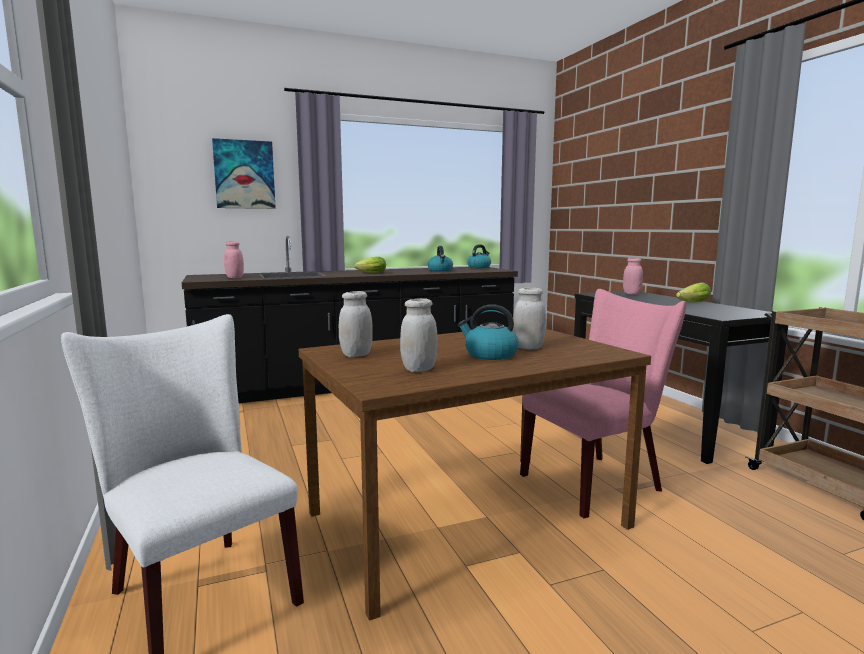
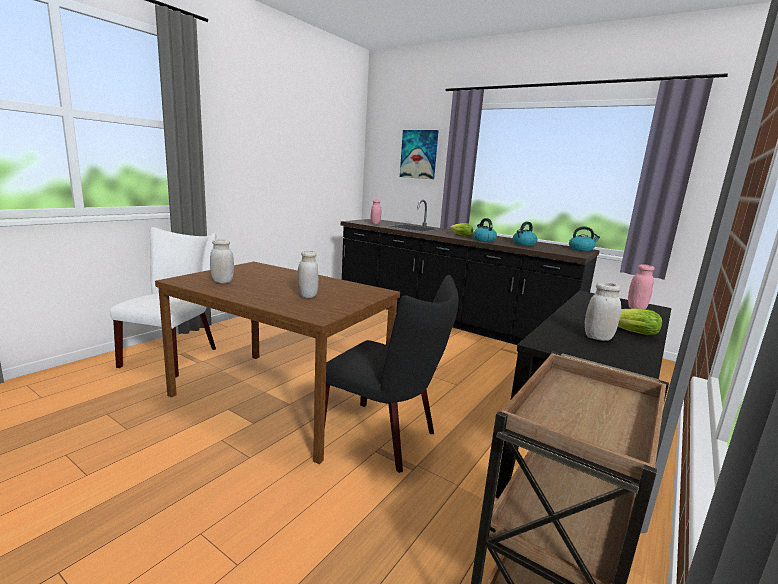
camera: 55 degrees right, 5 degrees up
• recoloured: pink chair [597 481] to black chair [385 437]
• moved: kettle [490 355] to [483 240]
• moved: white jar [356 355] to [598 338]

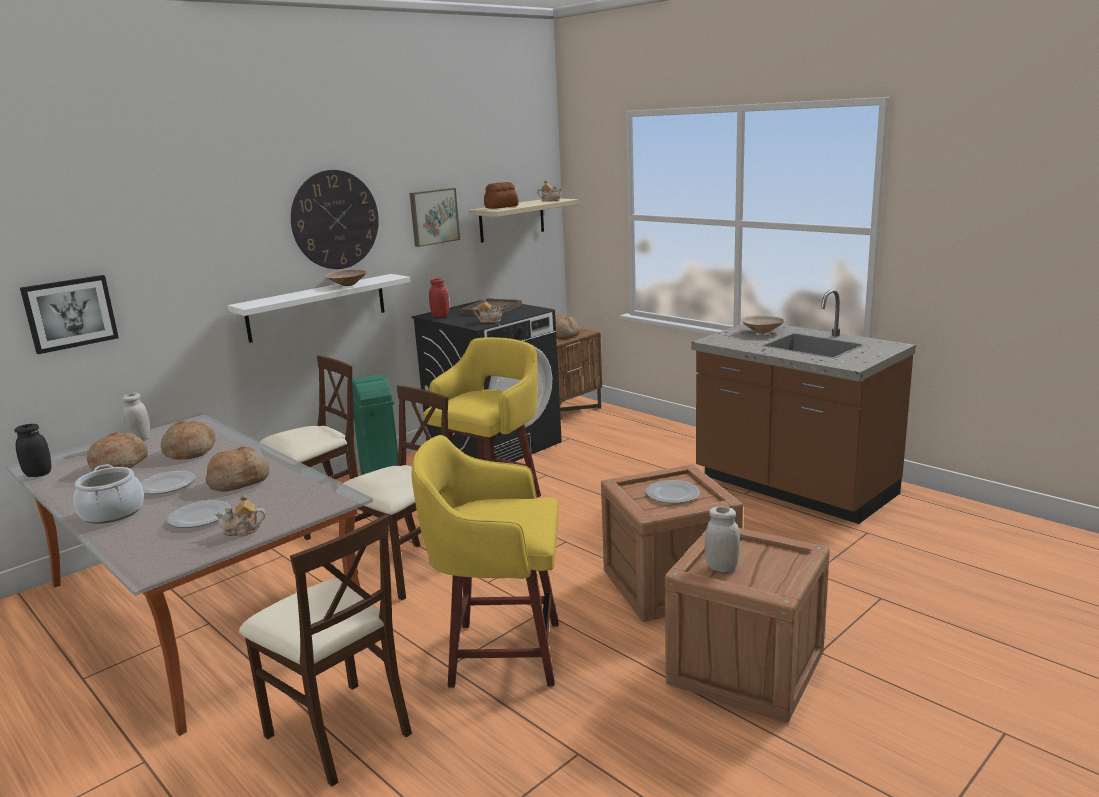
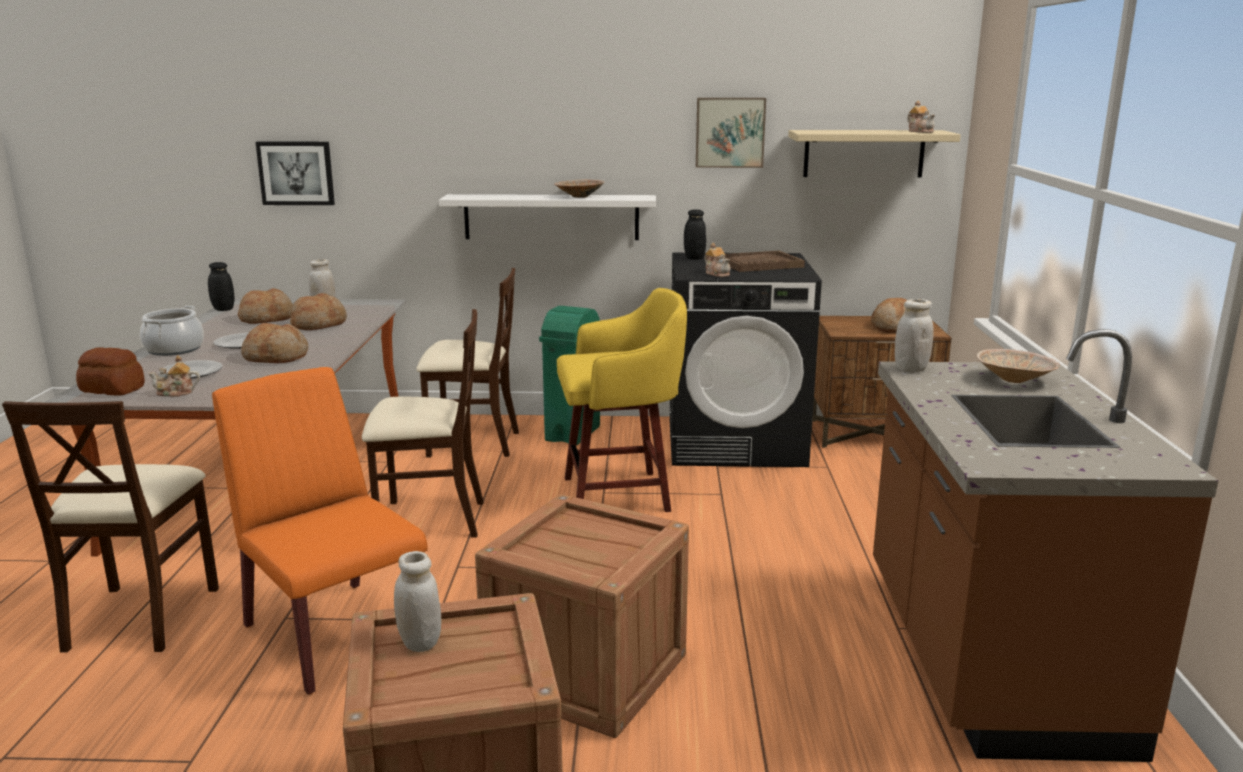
camera: 45 degrees right, 0 degrees up
• moved: bread [501 207] to [112 389]
• turned: teapot [242 531] = [176 393] 45 degrees counterclockwise
• replaced: yellow stool [500 653] to orange chair [333 634]
• recoloured: red jar [440 316] to black jar [694 258]
• added: white jar [910 369]
• removed: wall clock [335 220]
• removed: plate [673 494]

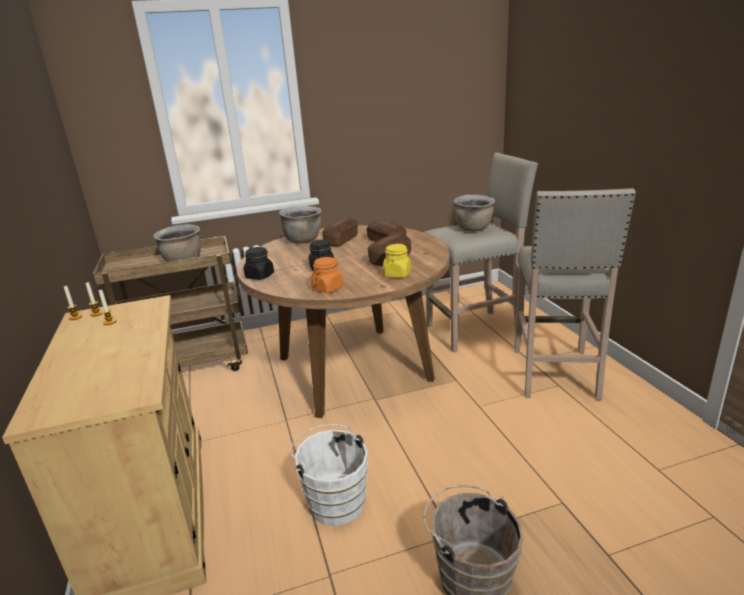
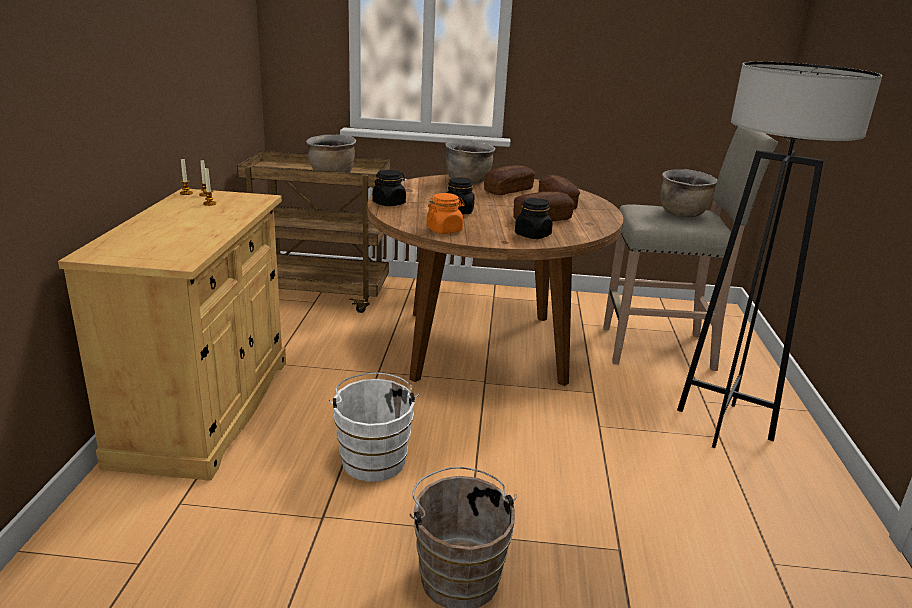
camera: 20 degrees right, 0 degrees up
• recoloured: yellow jar [397 274] to black jar [532 235]
• replaced: beige stool [555 375] to grey floor lamp [724 425]

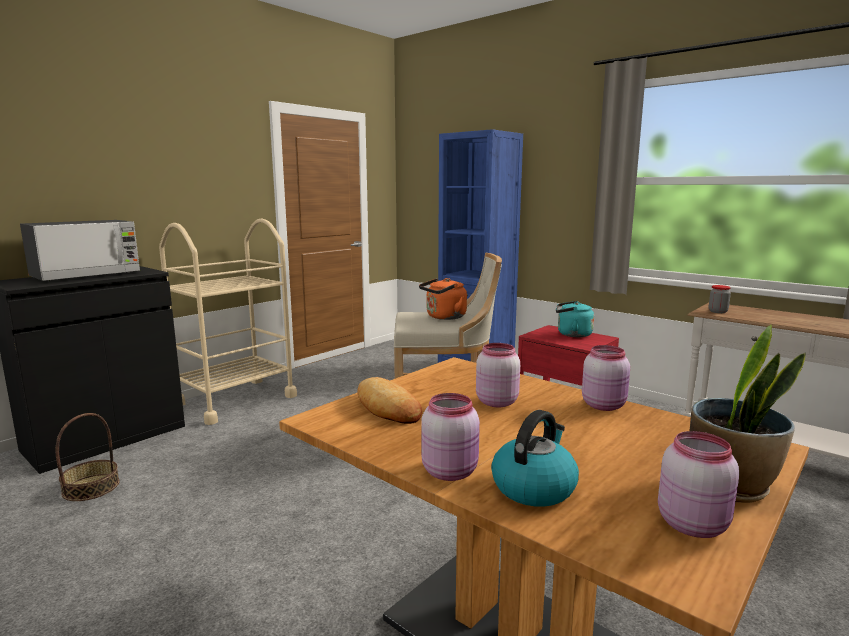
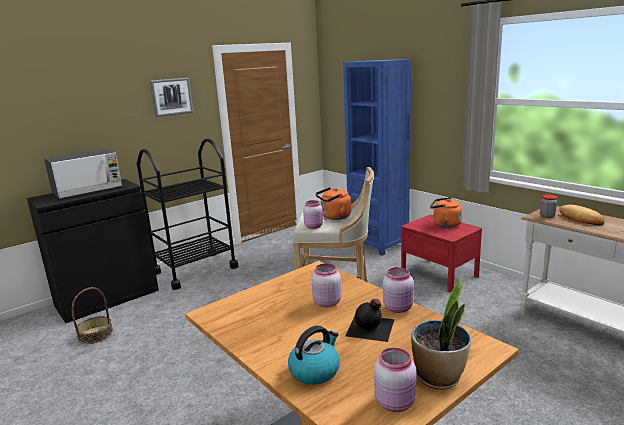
camera: 10 degrees right, 5 degrees up
• recoloured: beige cart [236 400] to black cart [195 270]
• added: picture [171 97]
• moved: pink jar [451 471] to [314 226]
• added: black bottle [371 328]
• recoloured: turquoise kettle [572 334] to orange kettle [444 224]
• moved: bread [388 407] to [580 218]

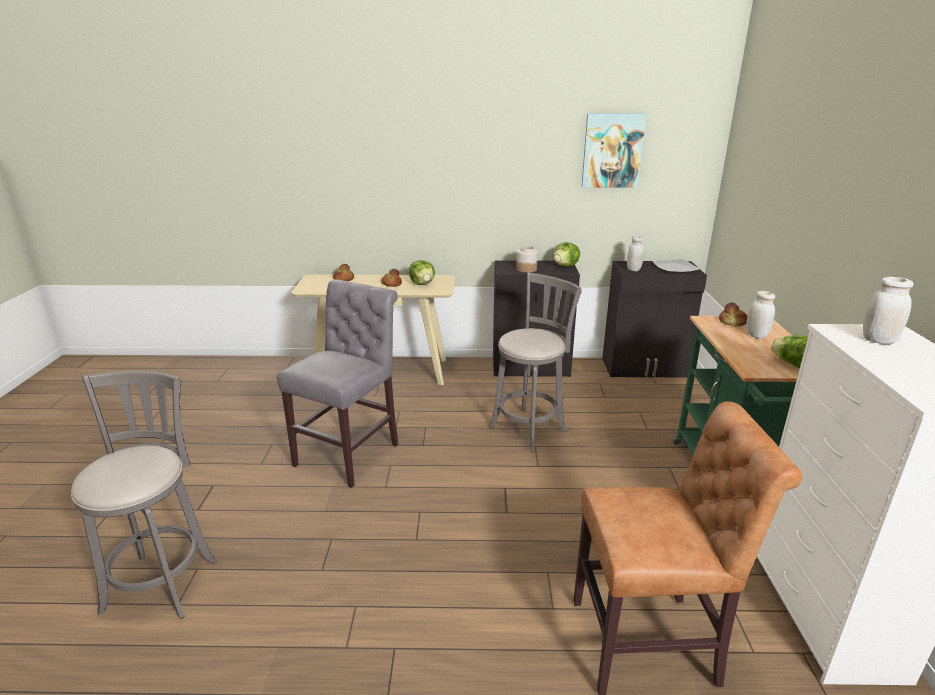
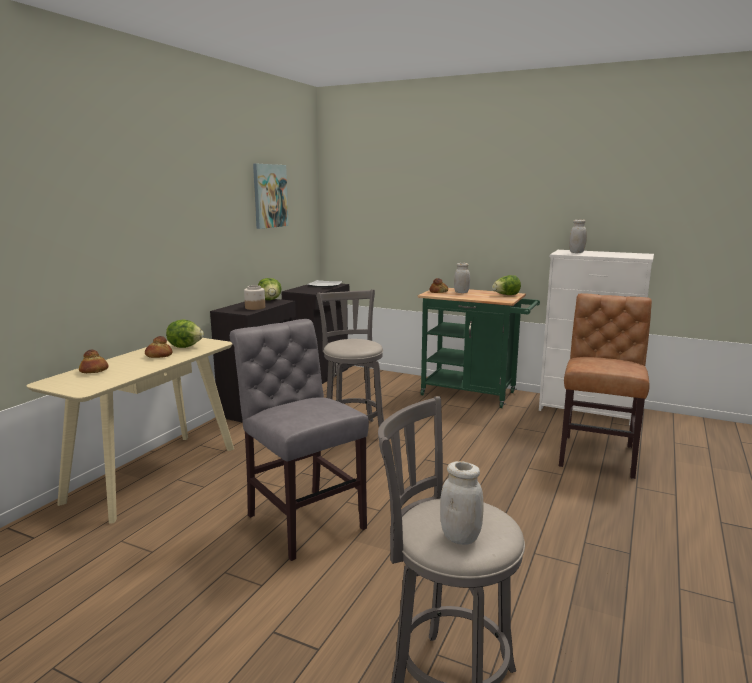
camera: 65 degrees left, 10 degrees down
• moved: white jar [633 269] to [460 537]

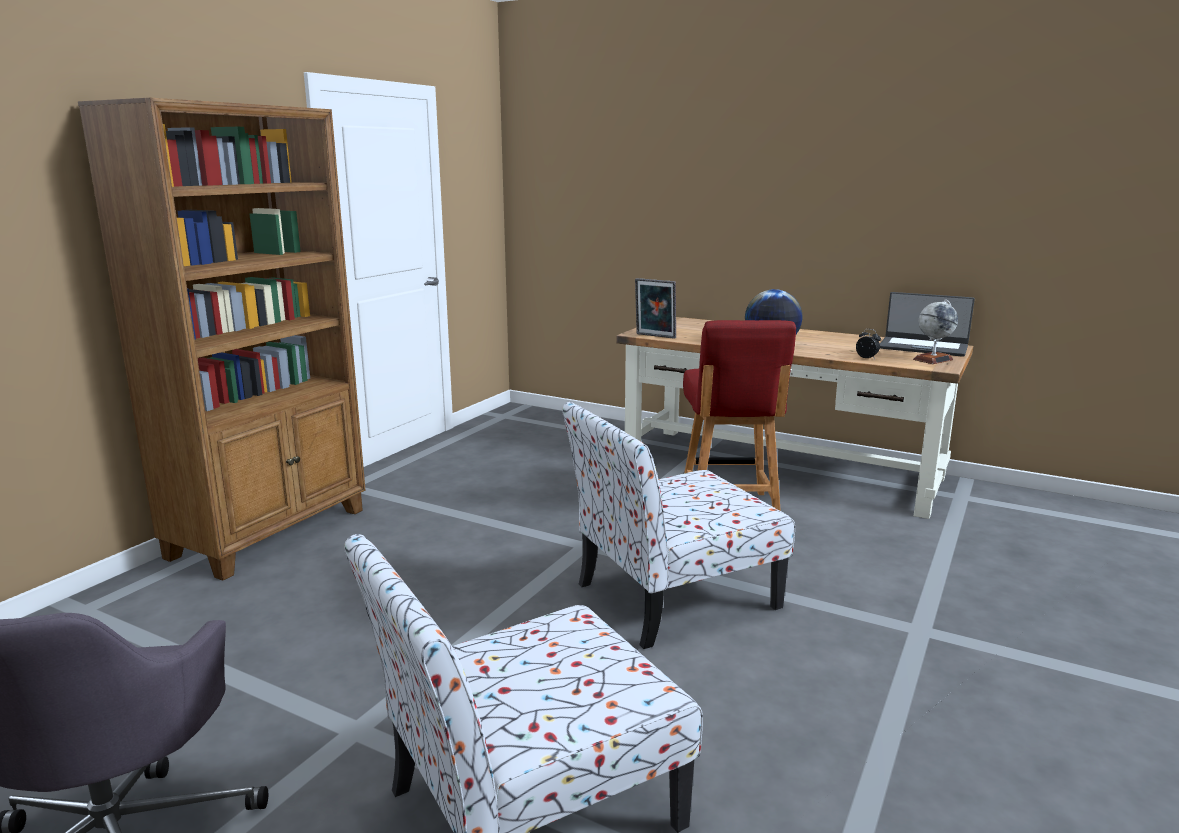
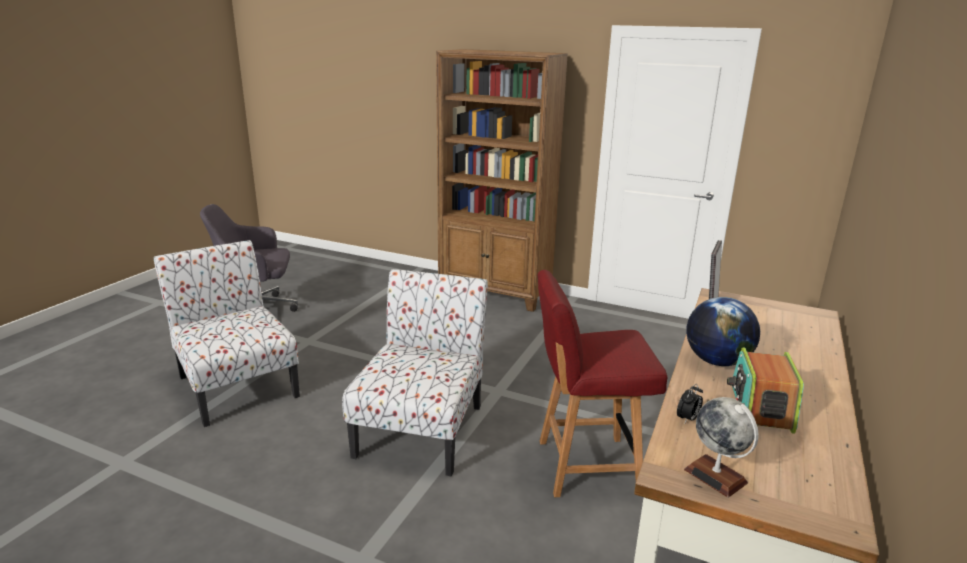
camera: 85 degrees right, 5 degrees up
• turned: chair [672 597] = [421 428] 45 degrees clockwise
• added: radio [760 407]
• removed: laptop [923 347]

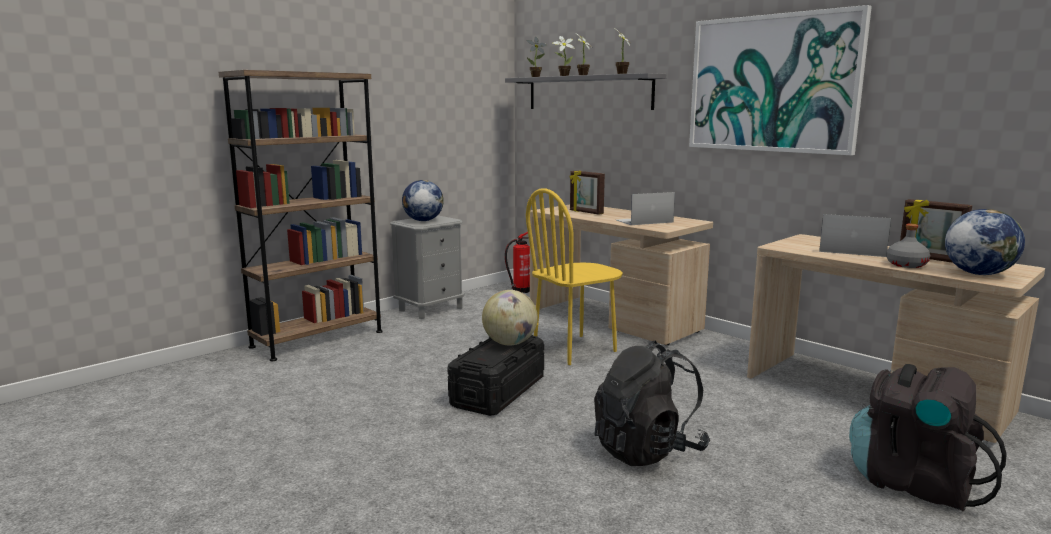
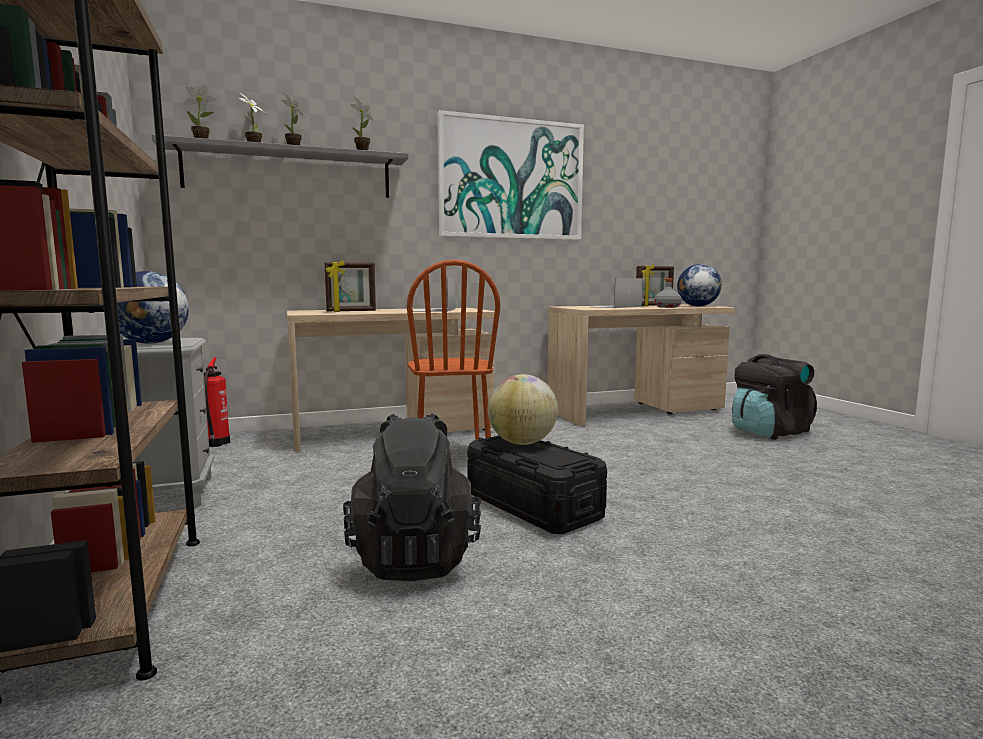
camera: 65 degrees left, 5 degrees down
• moved: black backpack [648 450] to [415 557]
• recoloured: yellow chair [574 349] to brown chair [451 457]

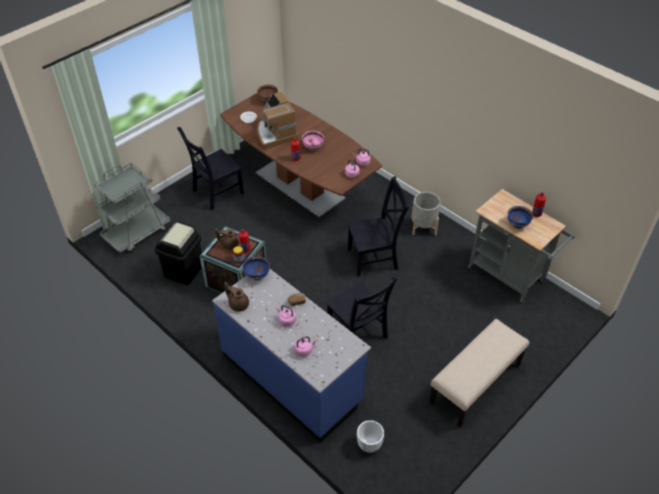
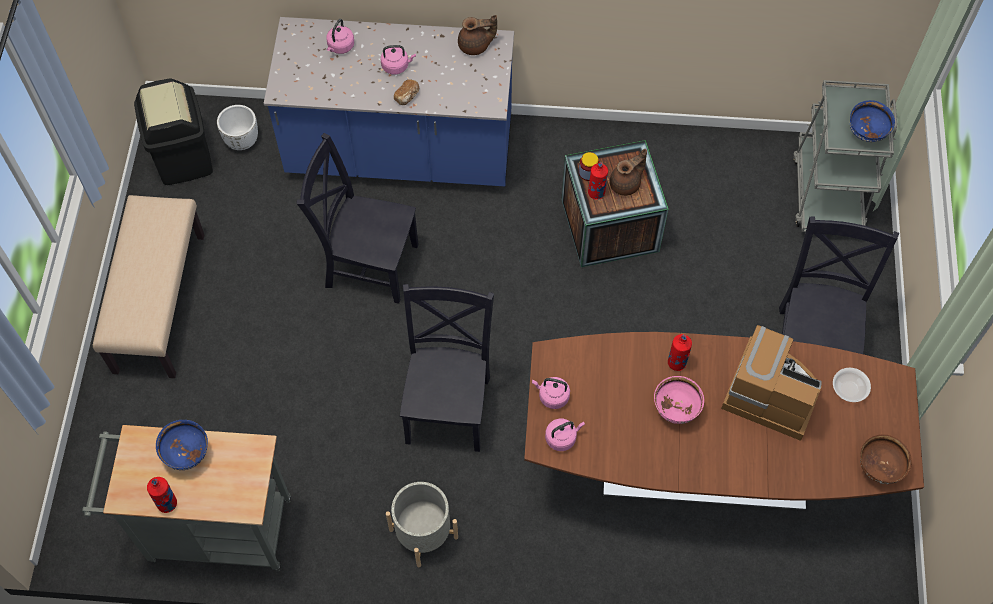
camera: 140 degrees right, 15 degrees up
• moved: black trash can [184 270] to [183 158]
• turned: black chair [375 258] = [449 406] 150 degrees clockwise
• moved: blue bowl [257 276] to [866 133]

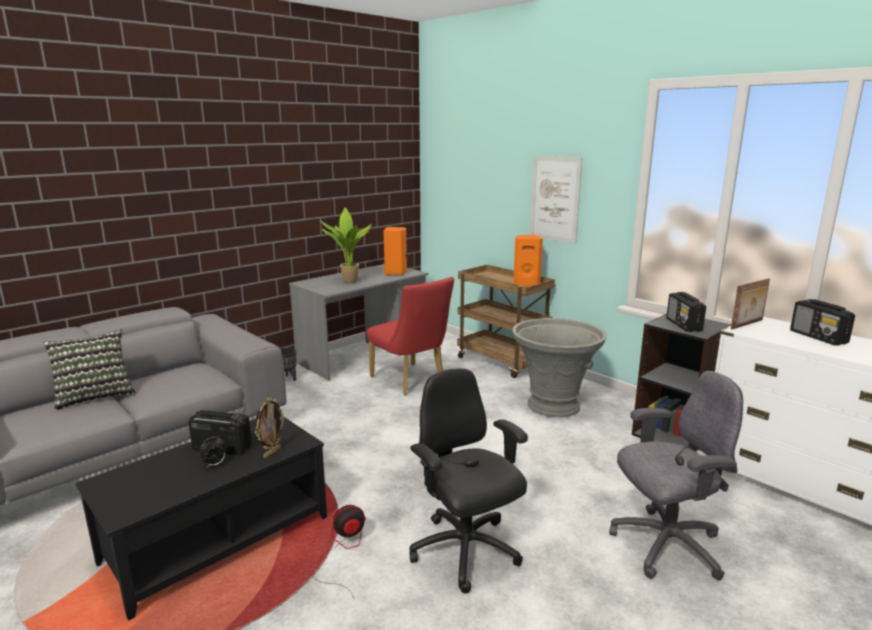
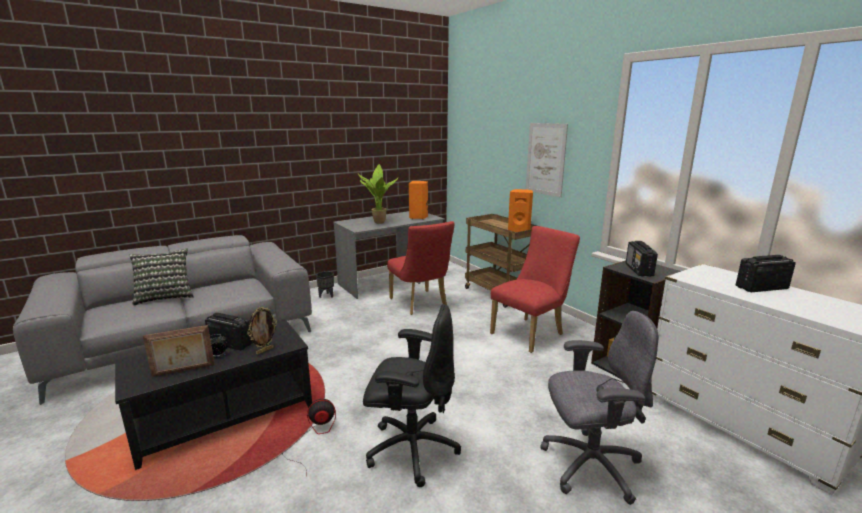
camera: 10 degrees right, 0 degrees up
• moved: picture frame [747 324] to [183 371]
• turned: black office chair [465 552] = [411 449] 120 degrees clockwise
• replaced: grey planter [553 405] to red chair [530 333]
• turned: radio [818 337] = [761 288] 90 degrees clockwise

